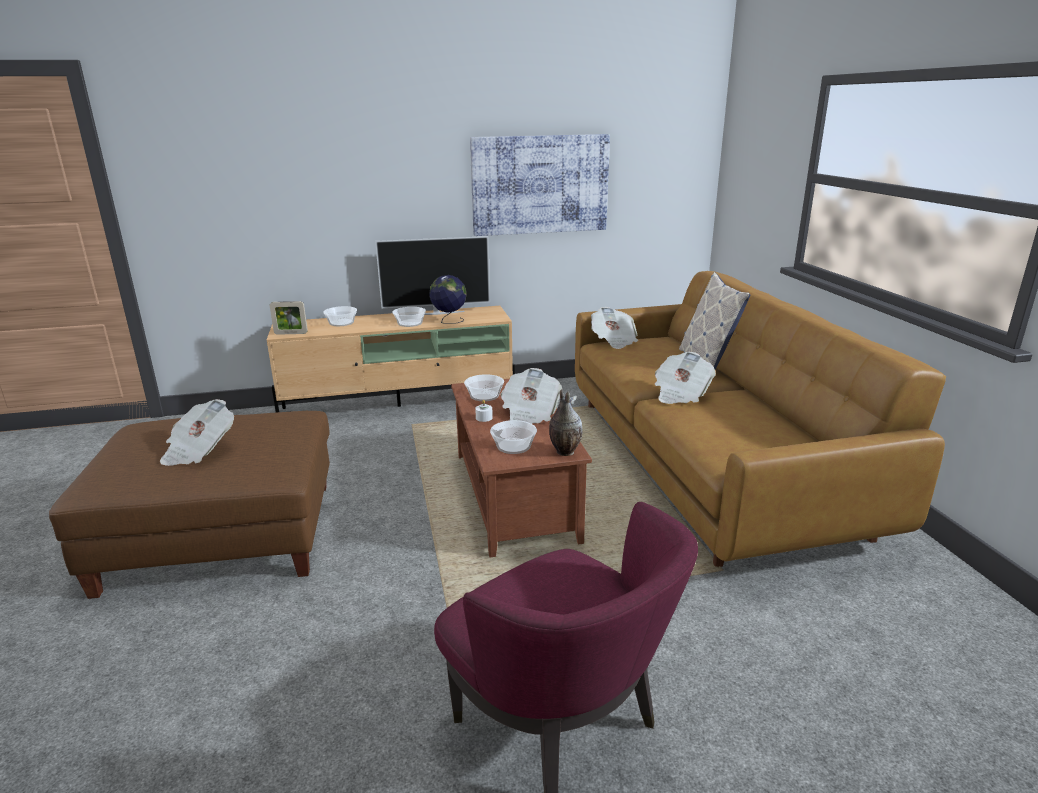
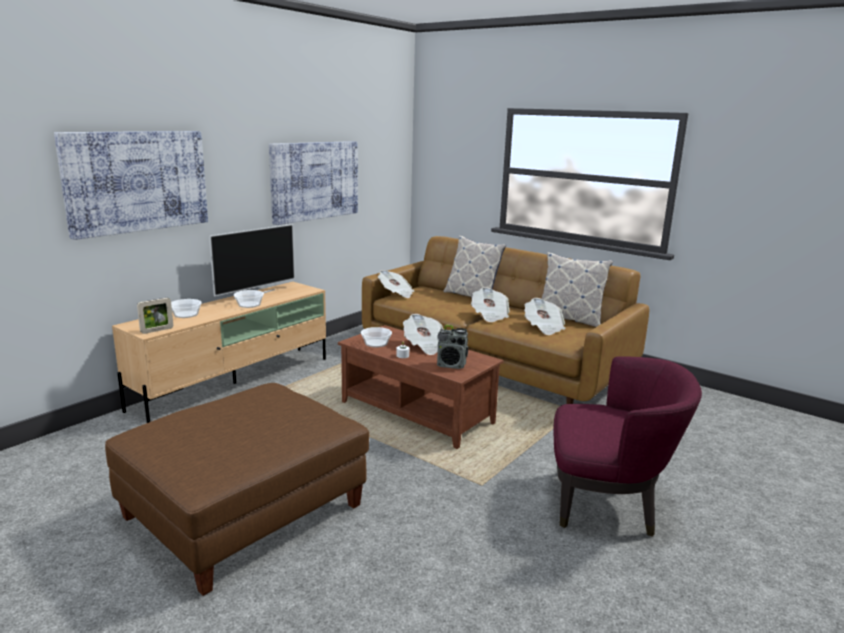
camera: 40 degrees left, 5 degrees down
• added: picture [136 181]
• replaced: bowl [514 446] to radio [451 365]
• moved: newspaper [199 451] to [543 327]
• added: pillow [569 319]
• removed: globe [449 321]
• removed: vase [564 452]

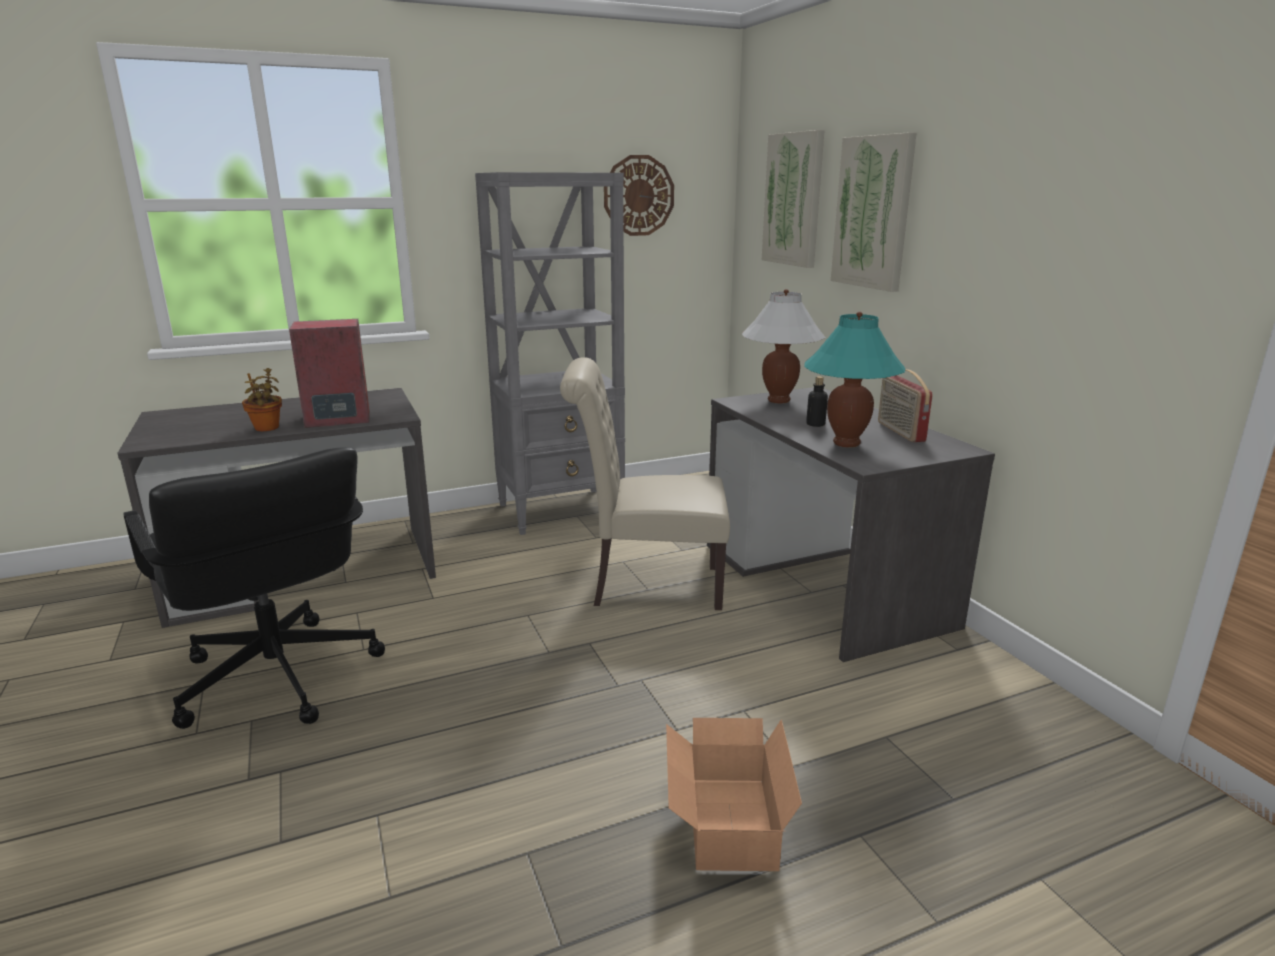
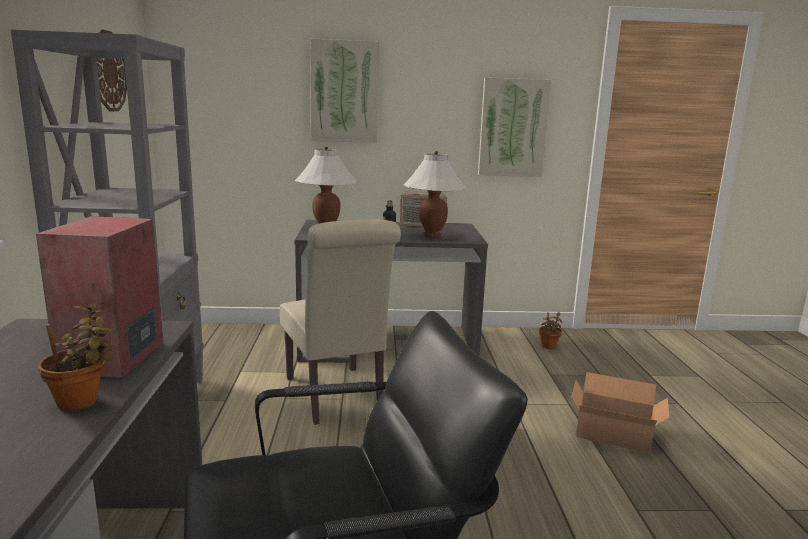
camera: 70 degrees left, 5 degrees down
• turned: beige chair [647 586] = [336 397] 45 degrees counterclockwise
• recoloured: turquoise table lamp [846 443] to white table lamp [432 236]
• moved: picture [793 199] to [512 128]
• added: potted plant [548 347]

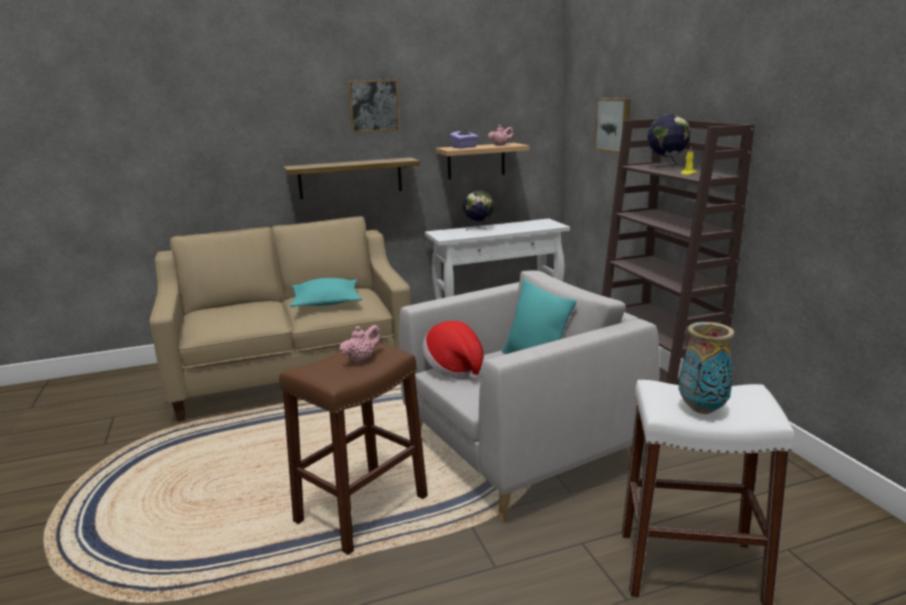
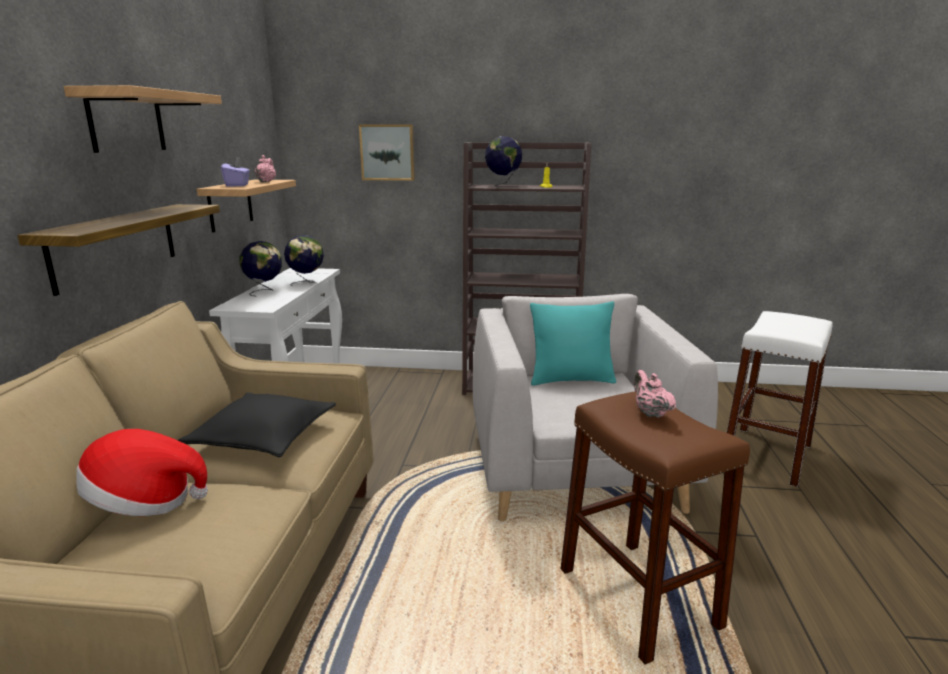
camera: 65 degrees left, 0 degrees up
• replaced: picture [374 106] to shelf [126 121]
• moved: hat [455 369] to [143 503]
• recoloured: turquoise pillow [326 302] to black pillow [264 437]
• added: globe [306 283]
• removed: vase [702 409]

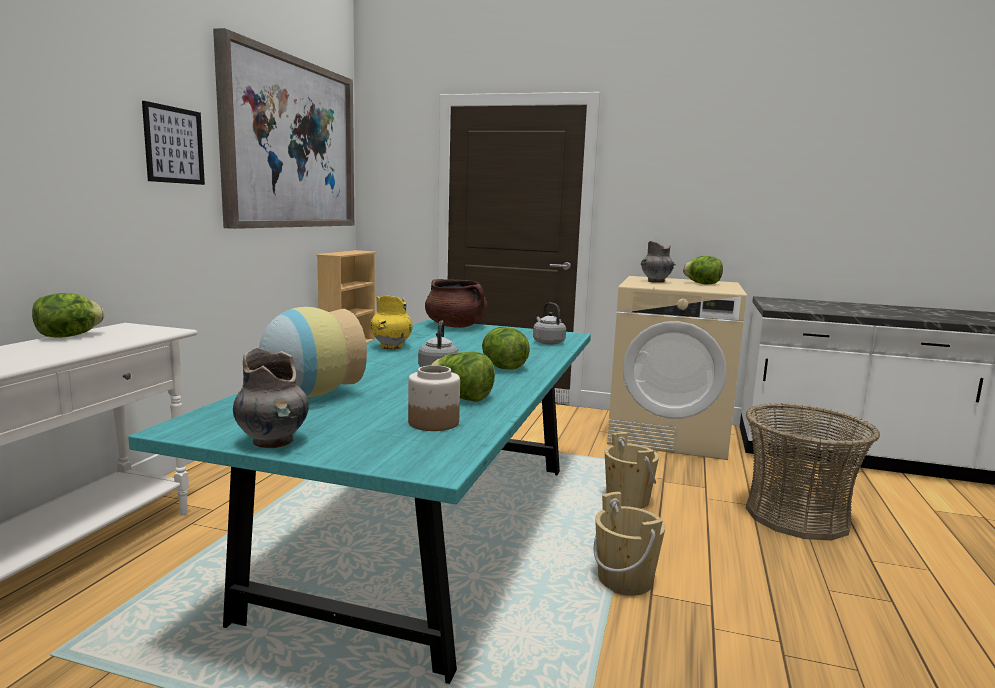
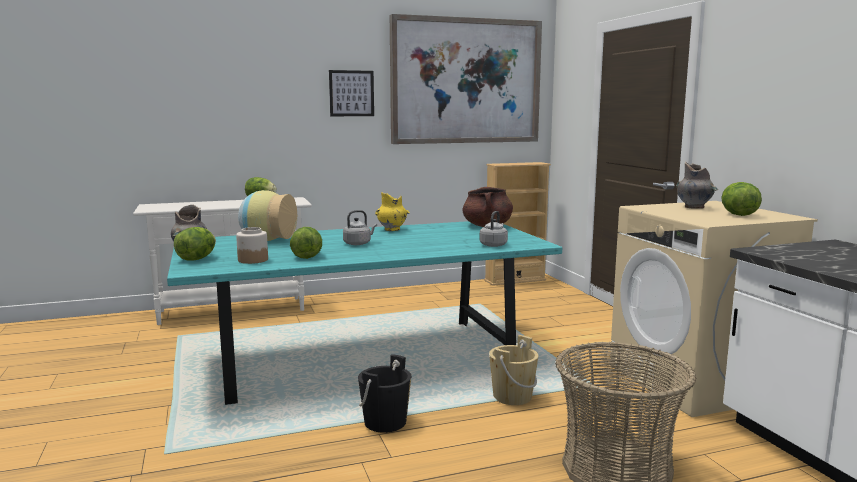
camera: 55 degrees right, 0 degrees up
• moved: lettuce [503 367] to [197 259]
• recoloured: beige bucket [625 580] to black bucket [385 422]

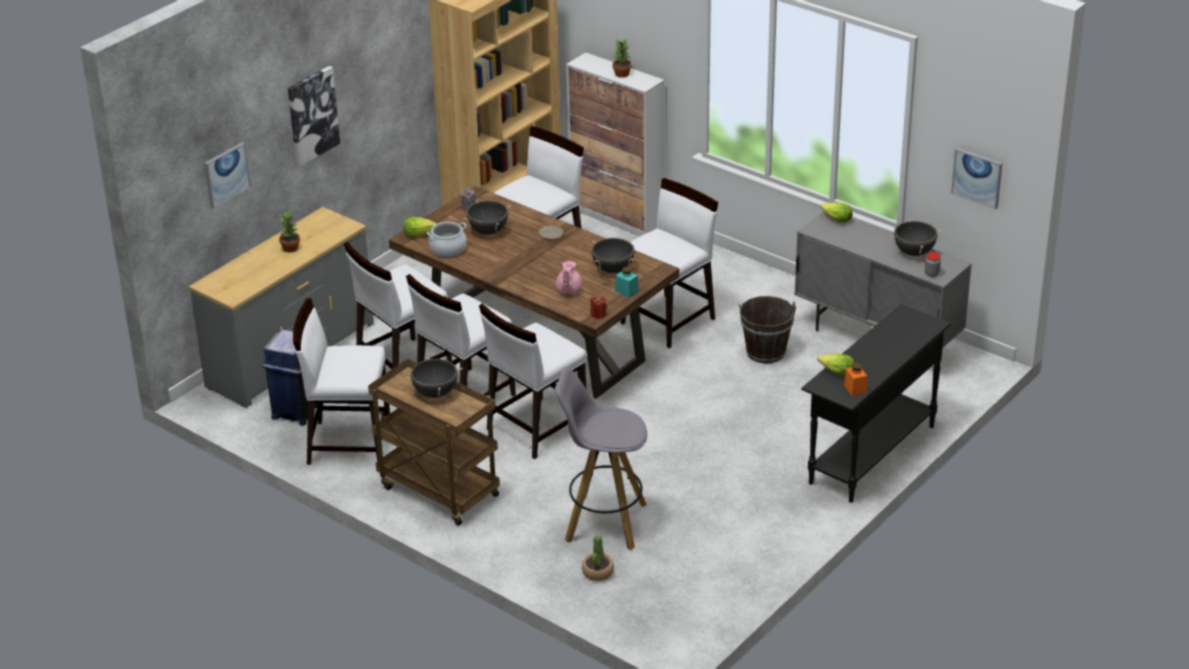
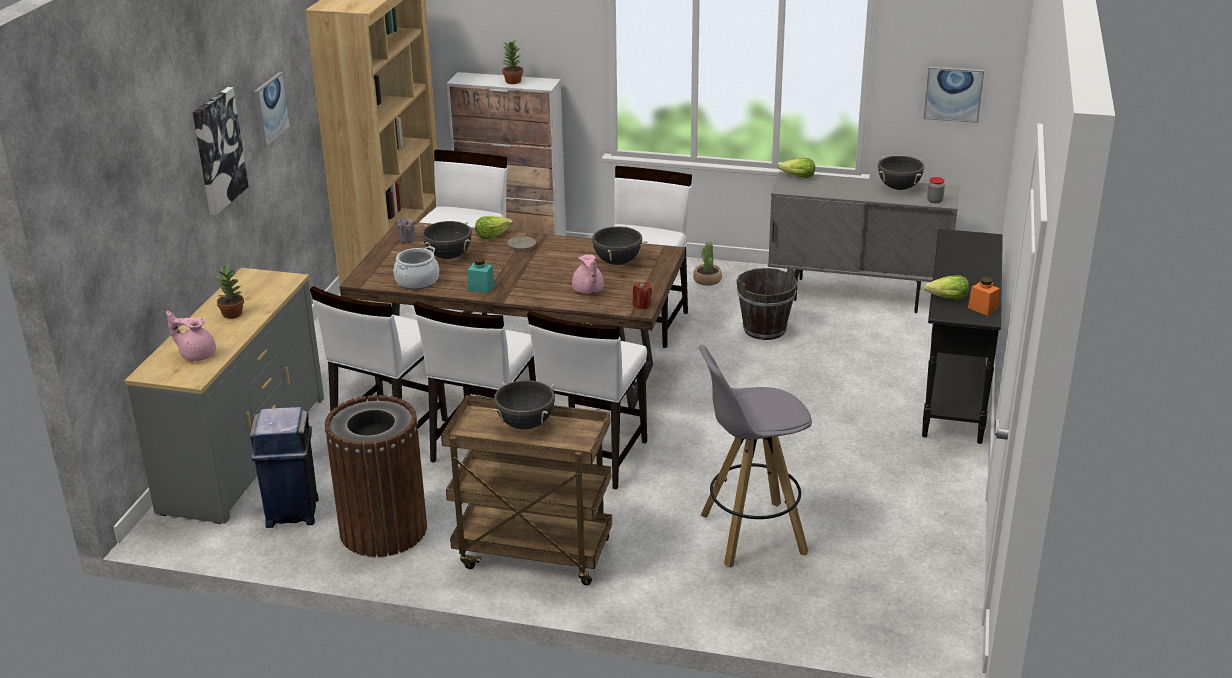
camera: 25 degrees left, 5 degrees down
• added: pink teapot [197 354]
• moved: picture [226 174] to [270 109]
• replaced: white chair [348 443] to brown trash can [383 530]
• moved: turquoise jar [626 291] to [481 287]
• moved: lettuce [419 234] to [492 235]
• moved: potted plant [597 572] to [707 280]

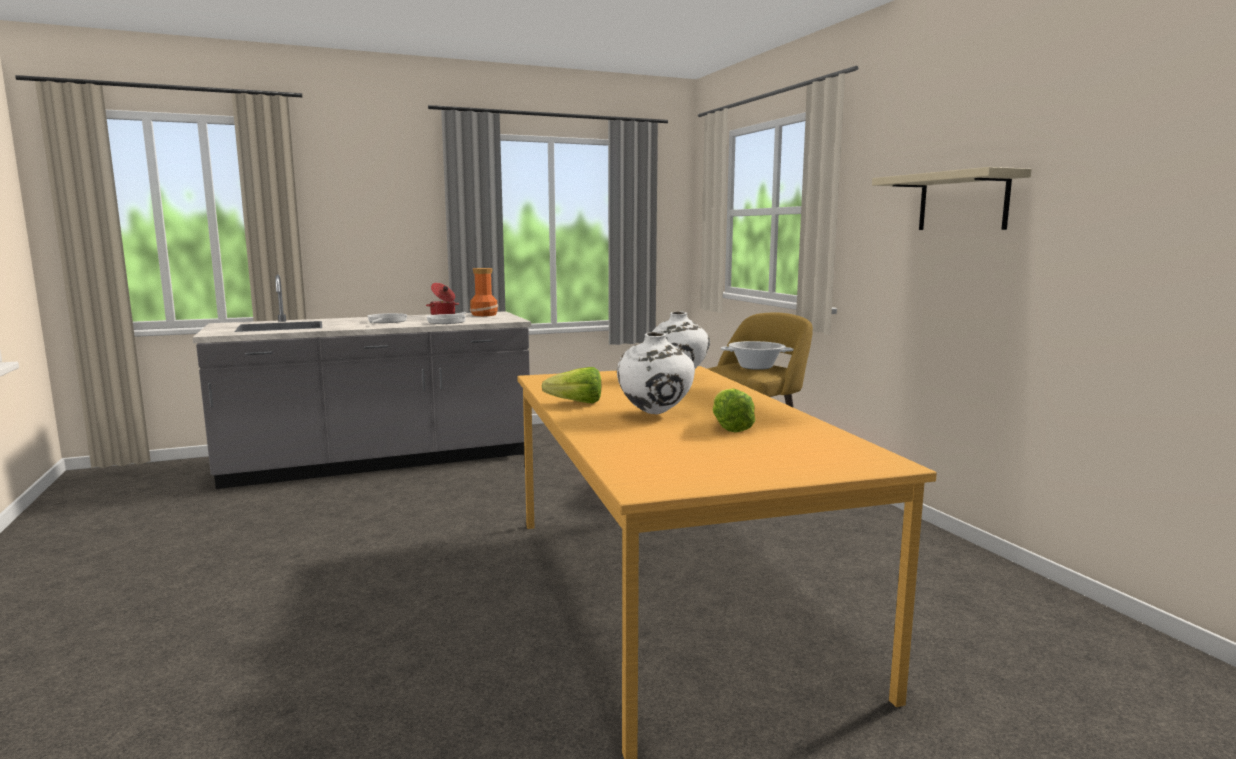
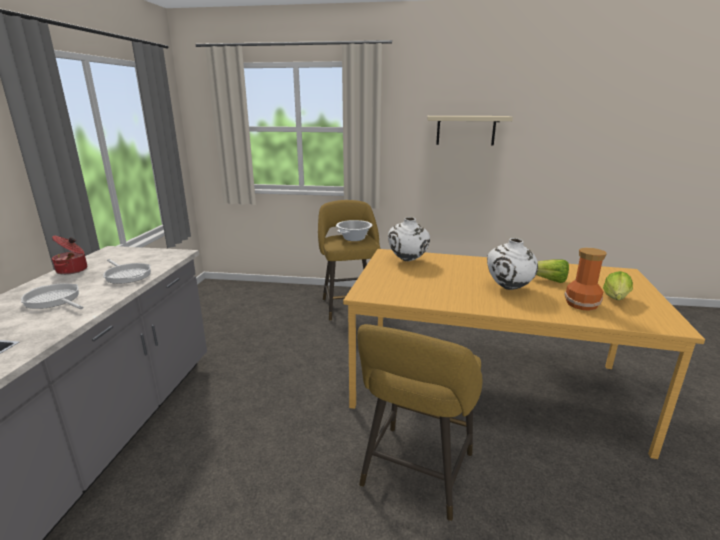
camera: 60 degrees left, 10 degrees up
• added: yellow stool [415 475]
• moved: vase [484 315] to [582 304]
• moved: lettuce [571 403] to [614 300]

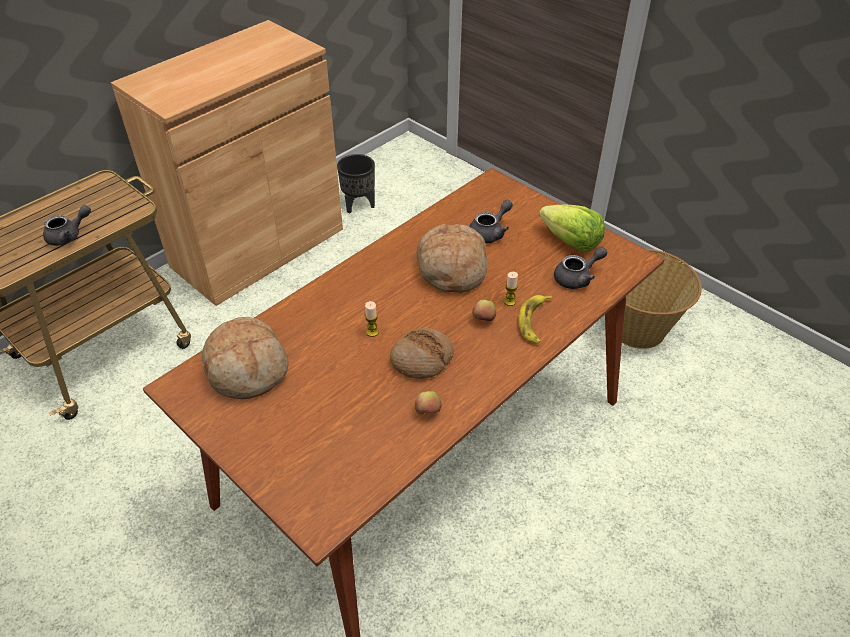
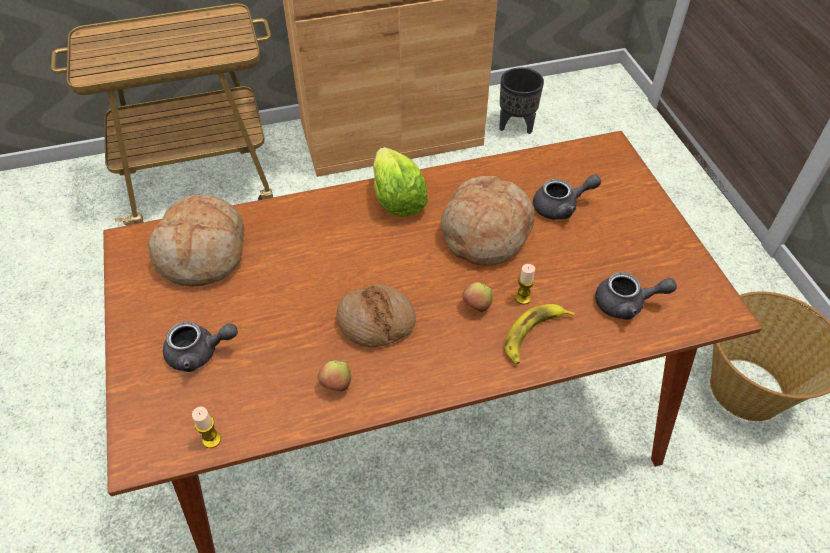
camera: 30 degrees right, 5 degrees up
• moved: grey teapot [69 236] to [199 353]
• moved: candle [372 332] to [211 440]
• moved: lettuce [570 241] to [397 199]

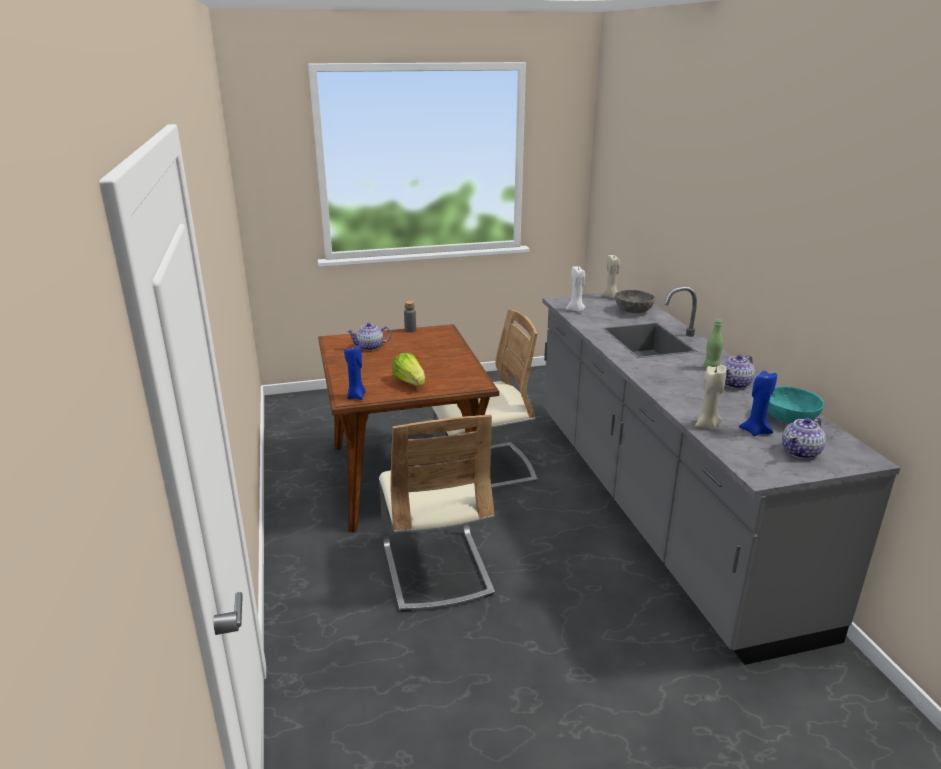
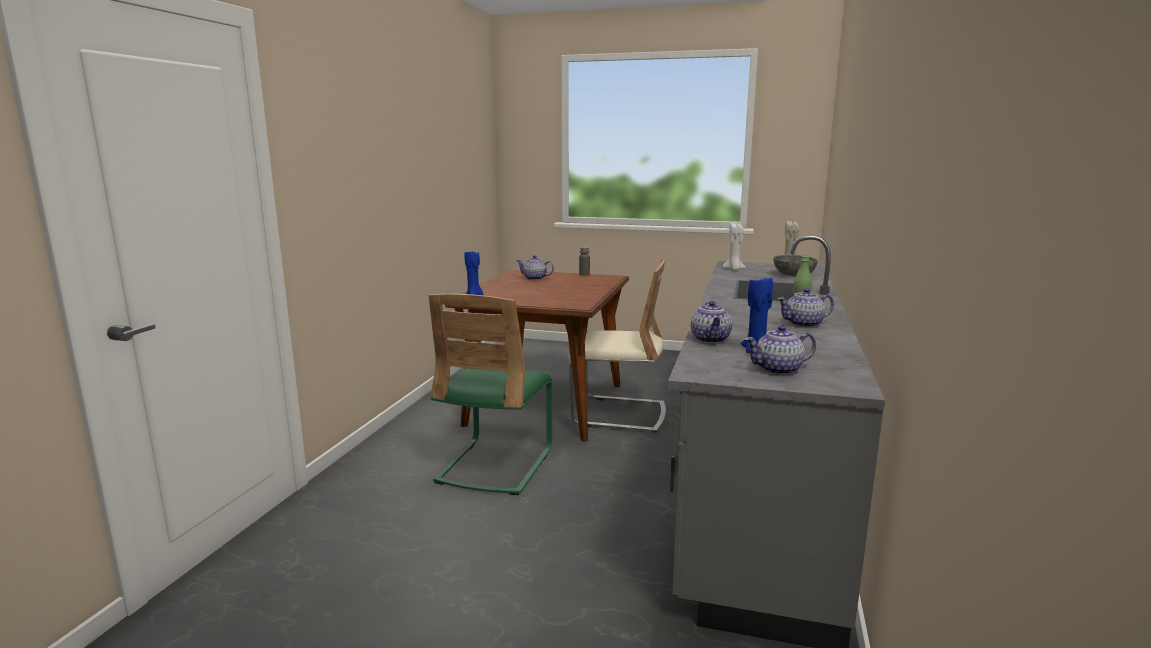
camera: 30 degrees right, 10 degrees down
• recoloured: beige chair [436 568] to green chair [495 465]
• replaced: beige candle [706 425] to teapot [711 339]
• removed: lettuce [410 382]
• removed: turquoise bowl [788 418]

